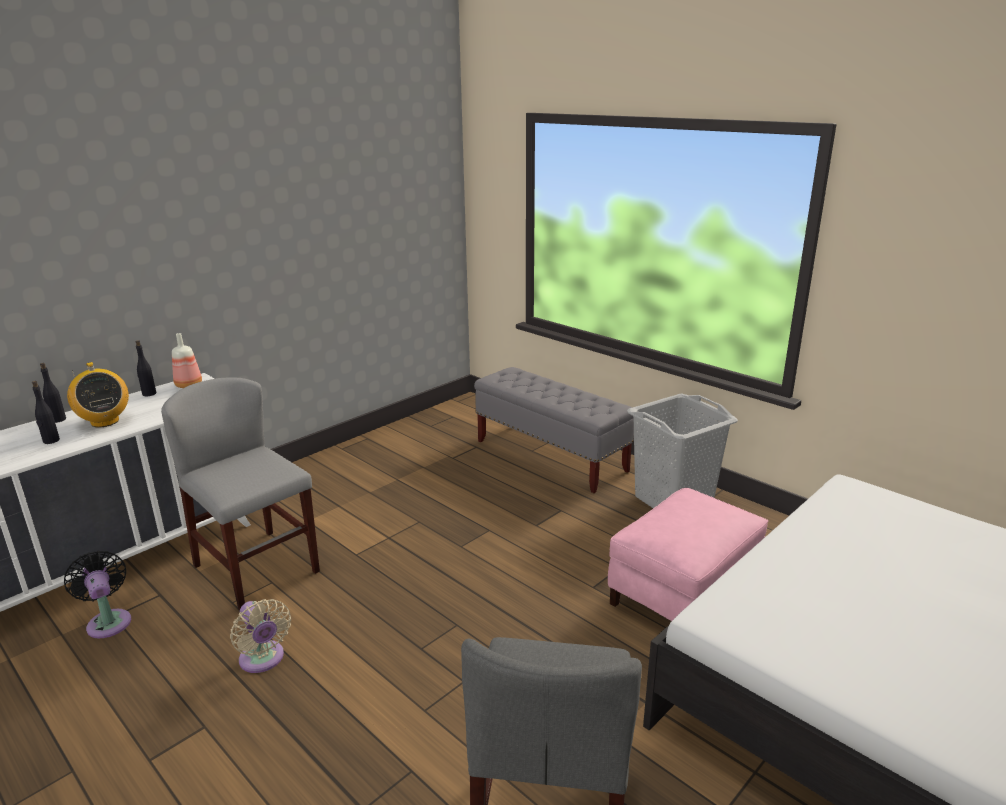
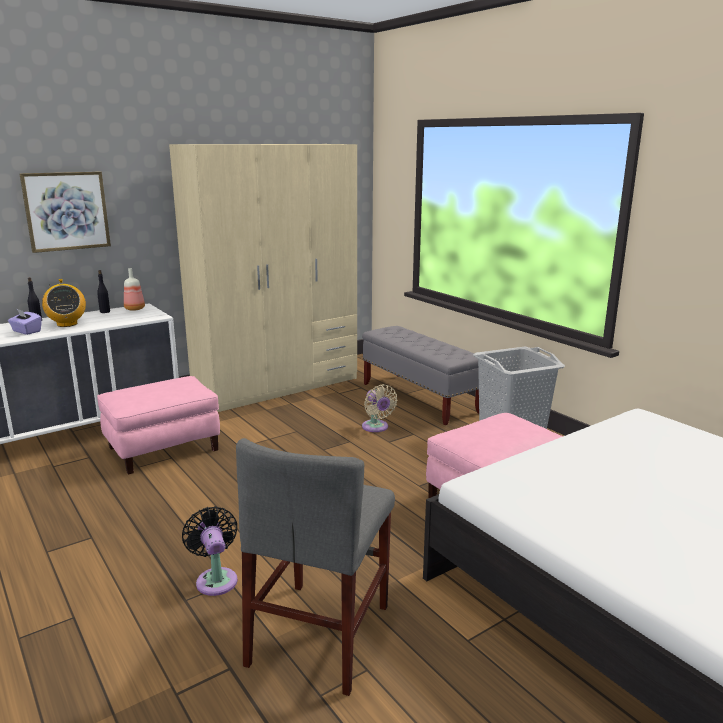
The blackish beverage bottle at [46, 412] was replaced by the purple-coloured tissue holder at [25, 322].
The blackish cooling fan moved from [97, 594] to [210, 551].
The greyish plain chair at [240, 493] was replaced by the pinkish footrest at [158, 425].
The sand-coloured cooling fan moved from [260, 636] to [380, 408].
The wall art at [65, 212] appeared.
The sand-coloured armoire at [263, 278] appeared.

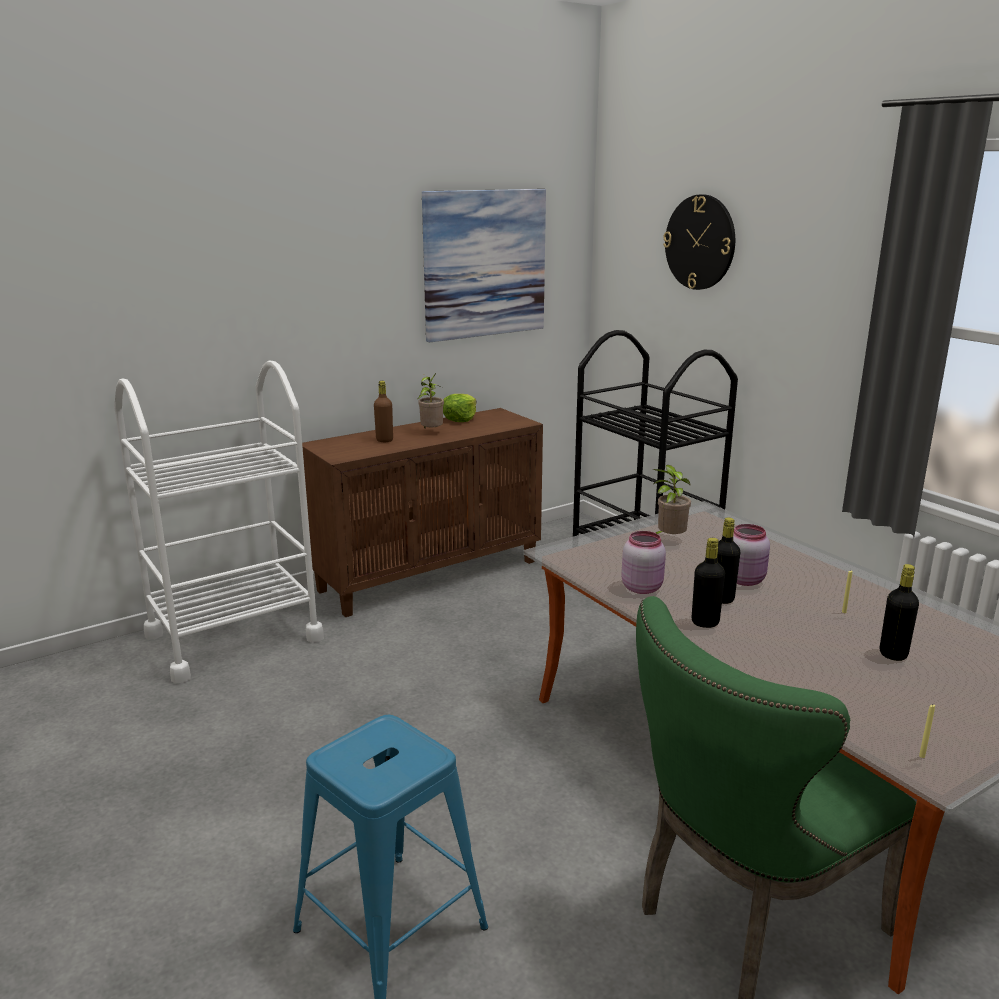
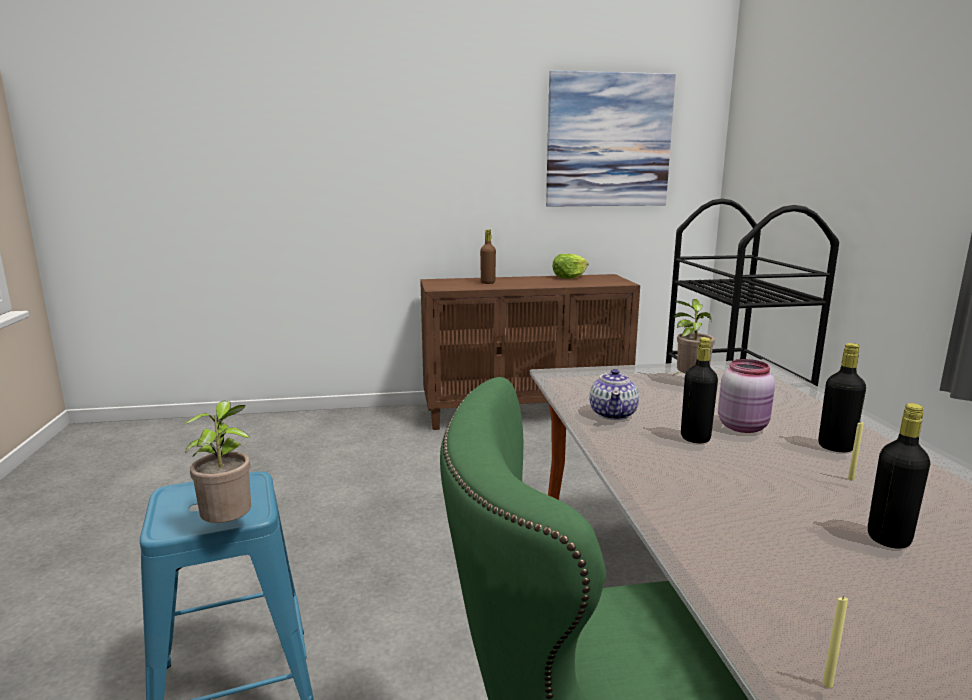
The whitish wheeled cart at [219, 522] disappeared.
The potted plant moved from [431, 400] to [217, 462].
The pinkish preserve jar at [643, 562] was replaced by the teapot at [614, 394].
The wall clock at [699, 242] disappeared.
The blackish beverage bottle moved from [708, 583] to [842, 397].

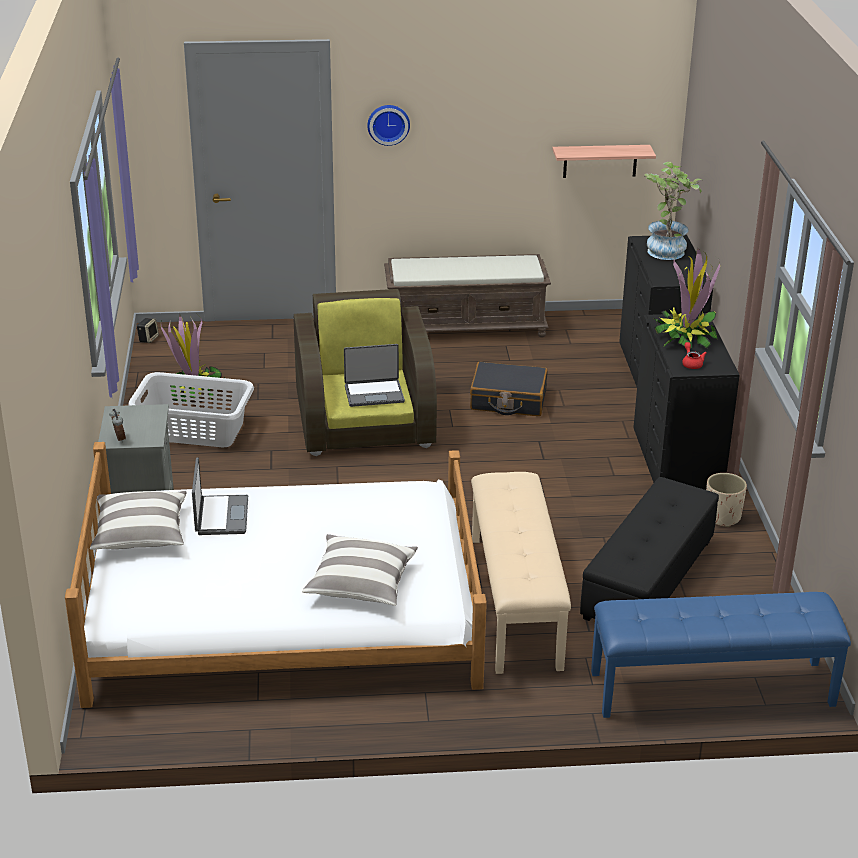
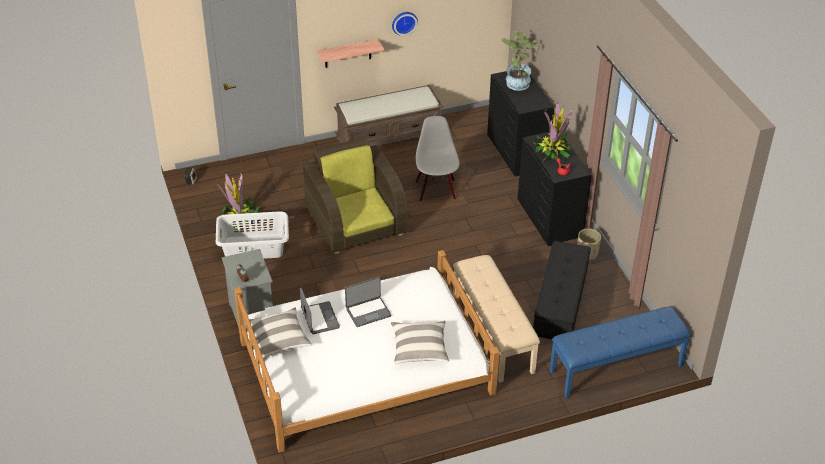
The laptop moved from [374, 375] to [368, 301].
The wall clock moved from [388, 125] to [405, 24].
The blackish travel case at [509, 389] was replaced by the greyish plain chair at [437, 159].
The wall shelf moved from [604, 161] to [350, 53].

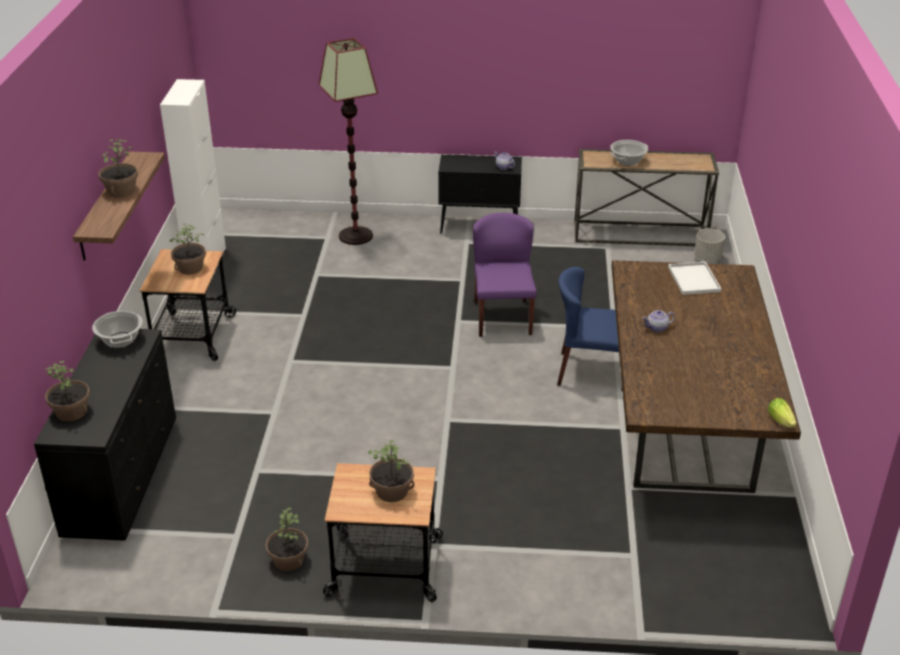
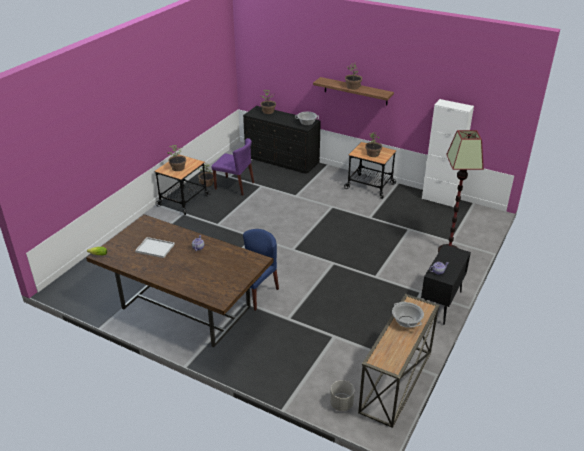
The purple-coloured plain chair moved from [505, 275] to [233, 167].
The whitish carrying tray moved from [694, 278] to [155, 247].

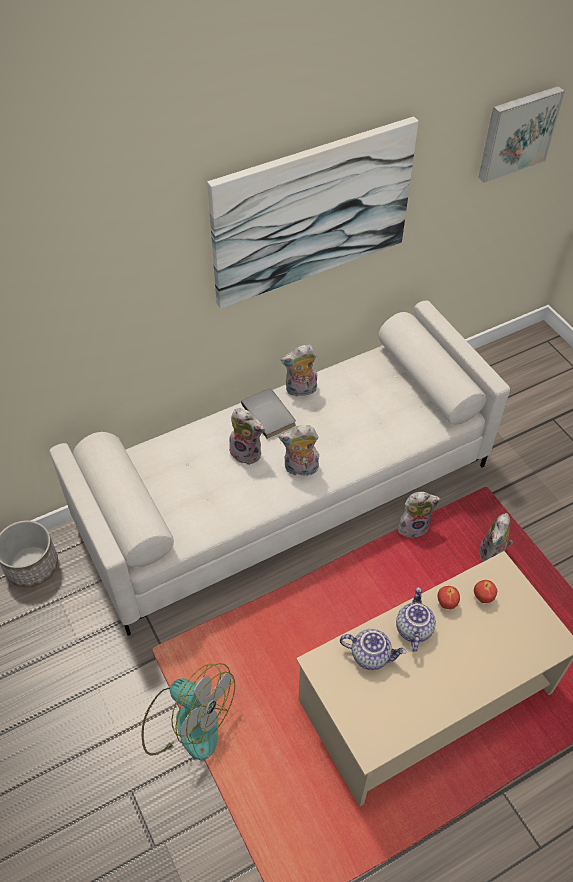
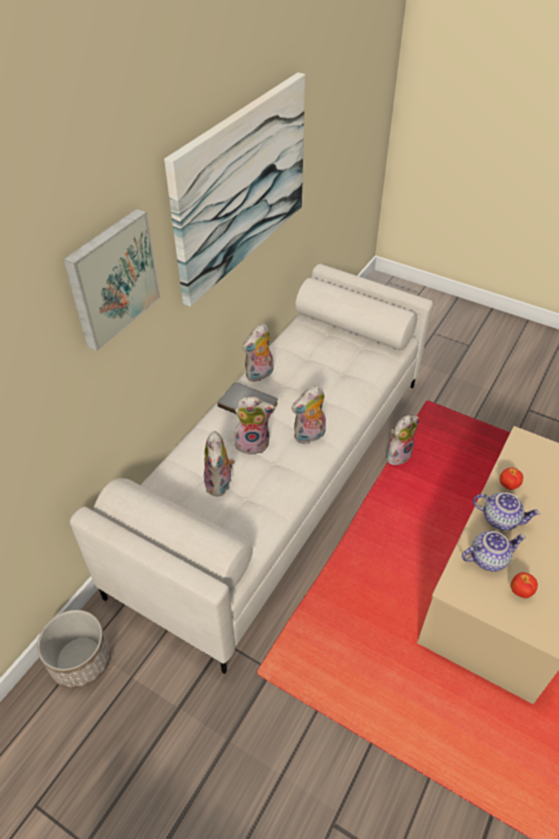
The cooling fan at [188, 711] disappeared.
The teapot at [416, 619] turned 135 degrees clockwise.
The apple fruit moved from [485, 591] to [524, 585].
The wall art moved from [521, 134] to [111, 280].
The soft toy moved from [496, 537] to [219, 463].

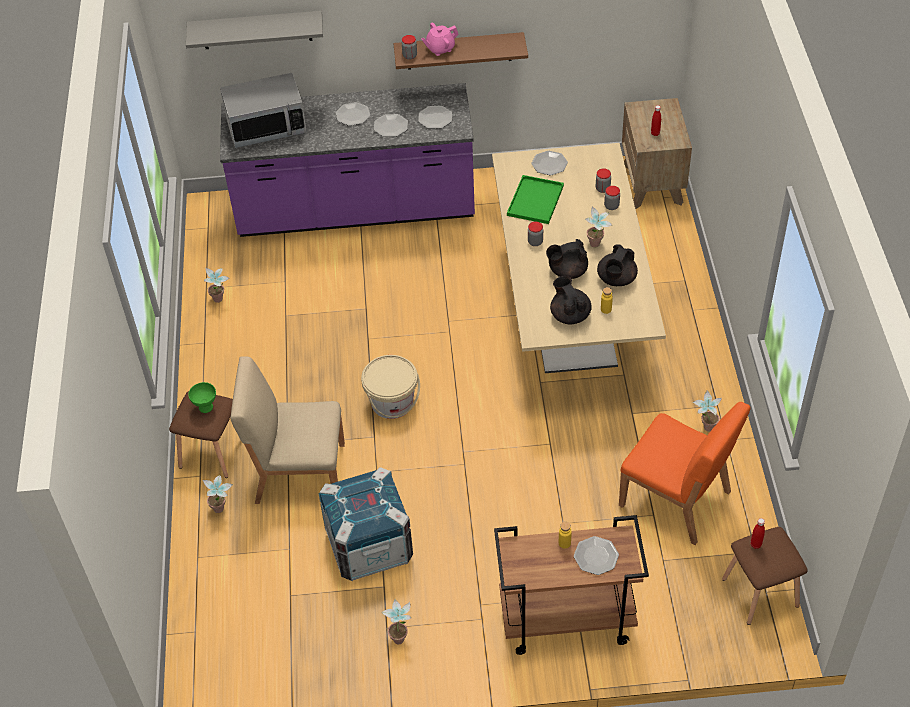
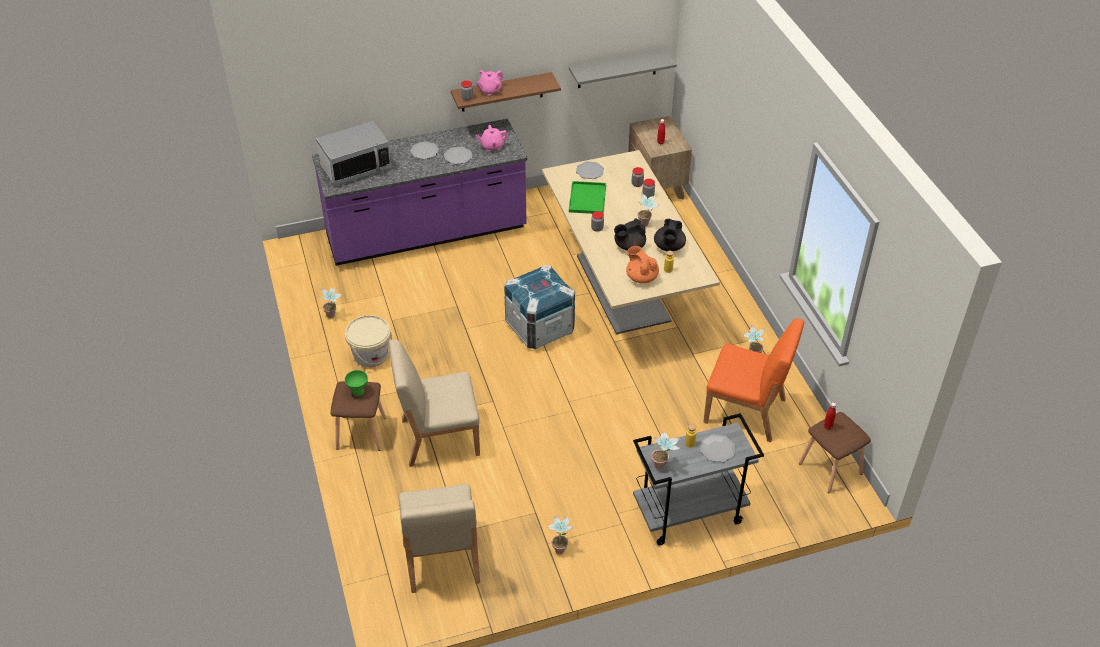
The greyish wall shelf moved from [254, 30] to [623, 68].
The potted plant moved from [218, 494] to [665, 451].
The shipping crate moved from [366, 524] to [539, 307].
The sand-coloured bucket moved from [390, 387] to [369, 341].
The flat dish at [435, 117] was replaced by the pinkish teapot at [492, 138].
The brown-coloured wheeled cart at [571, 585] became the greyish wheeled cart at [698, 479].
The blackish teapot at [571, 300] became the orange-coloured teapot at [642, 264].
The sand-coloured plain chair at [439, 538] appeared.

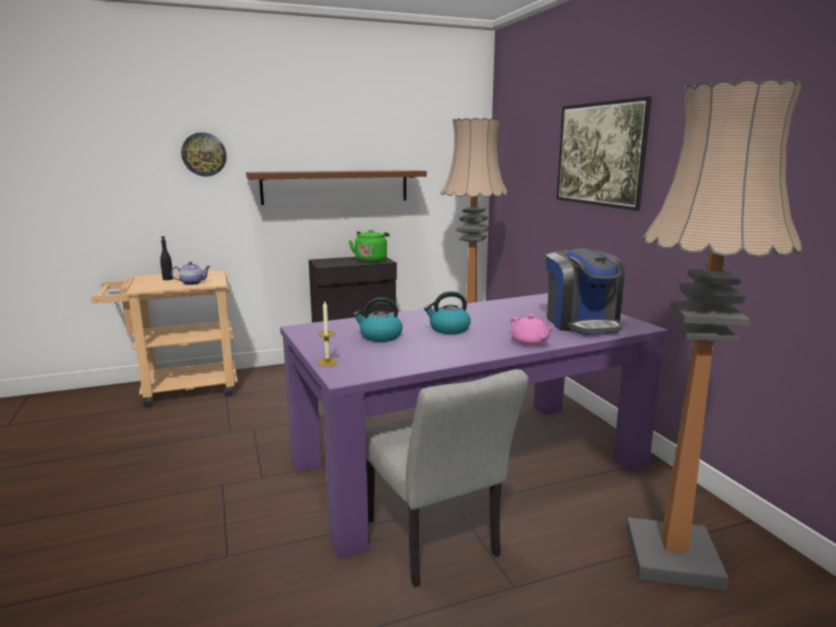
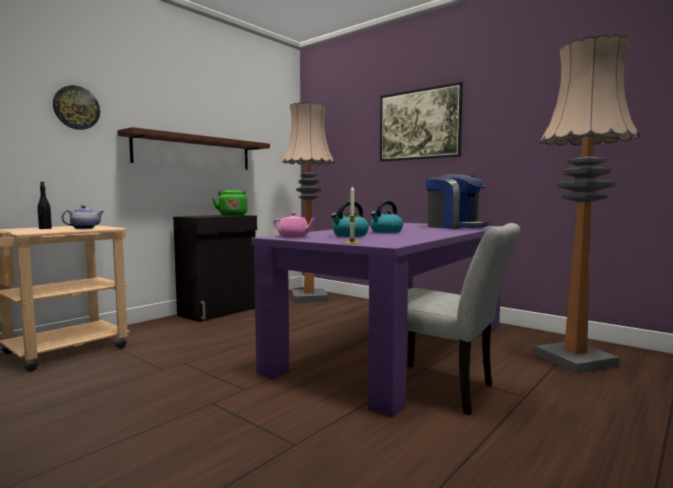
The pinkish teapot moved from [532, 330] to [295, 224].

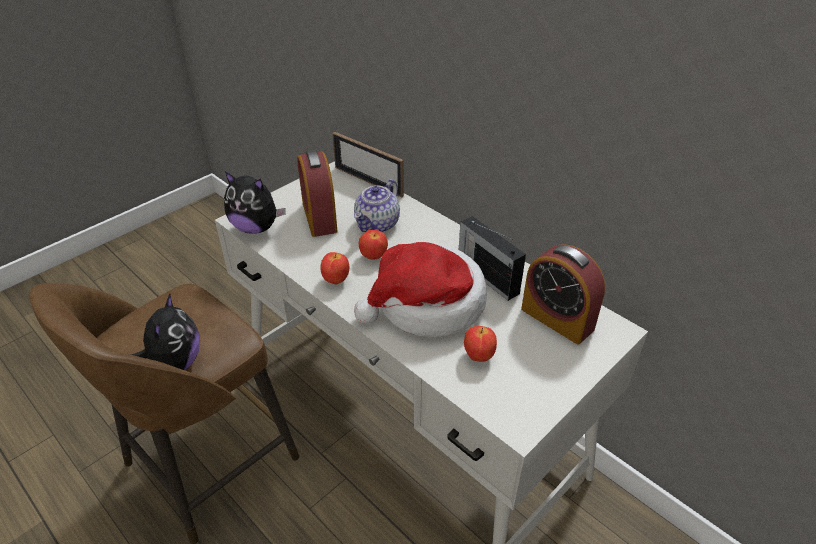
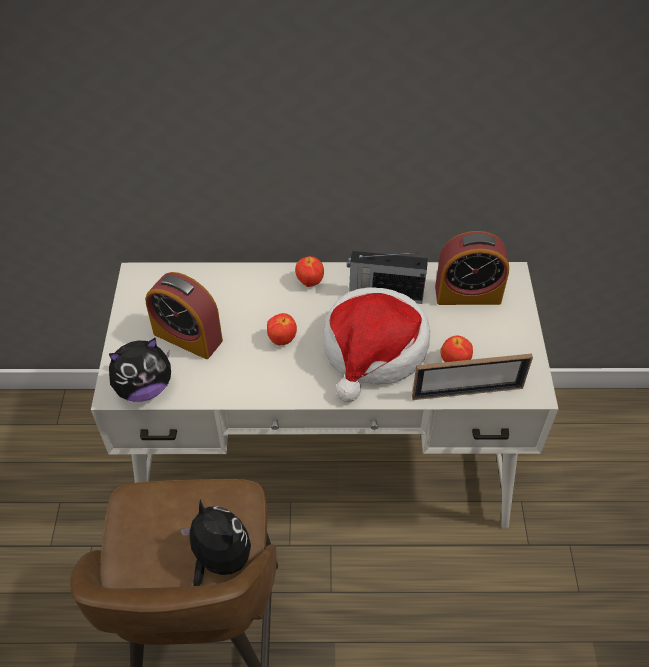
The apple fruit moved from [335, 268] to [309, 271].
The photo frame moved from [368, 165] to [472, 377].
The teapot at [377, 205] disappeared.

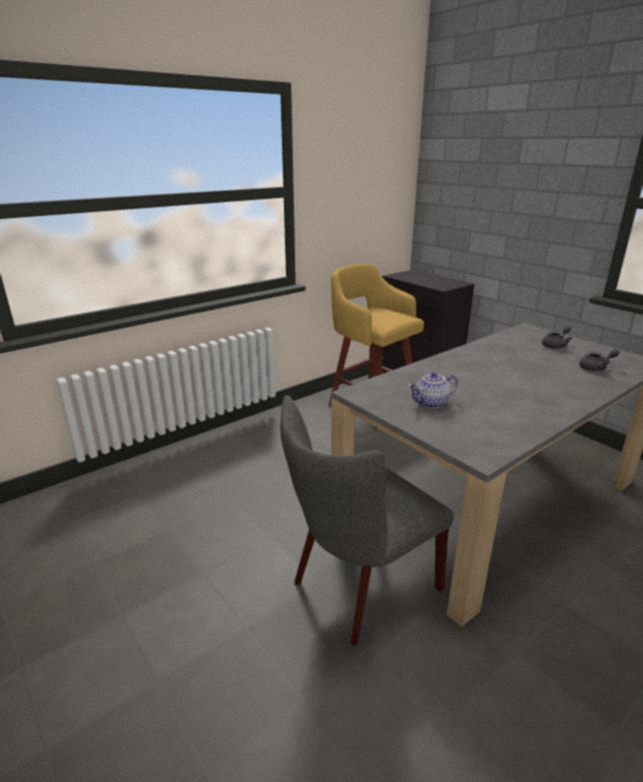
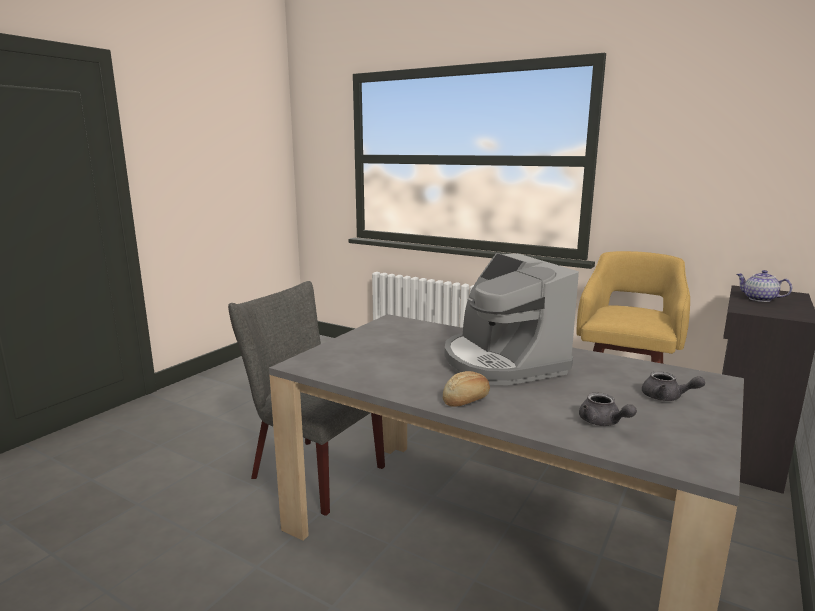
The teapot moved from [433, 390] to [764, 286].
The bread at [466, 389] appeared.
The coffee brewer at [512, 319] appeared.

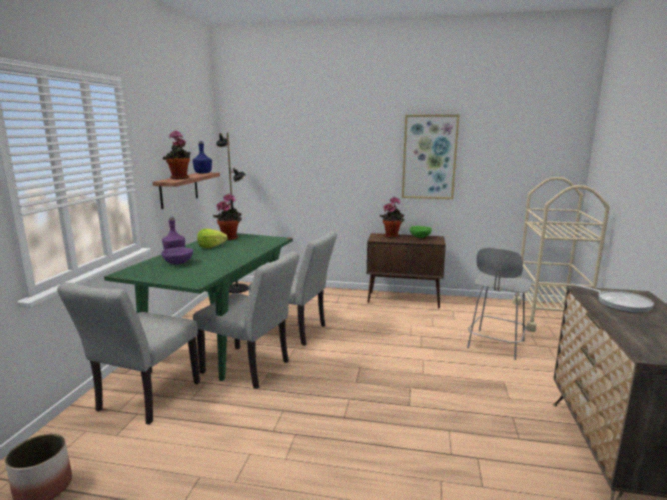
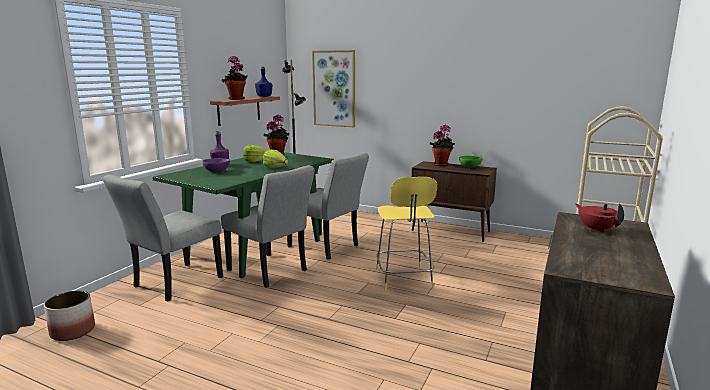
The wall art moved from [431, 156] to [333, 88].
The greyish sitting stool at [499, 304] disappeared.
The pan at [614, 298] was replaced by the reddish teapot at [600, 218].
The lettuce at [275, 158] appeared.
The yellow-coloured sitting stool at [406, 233] appeared.

